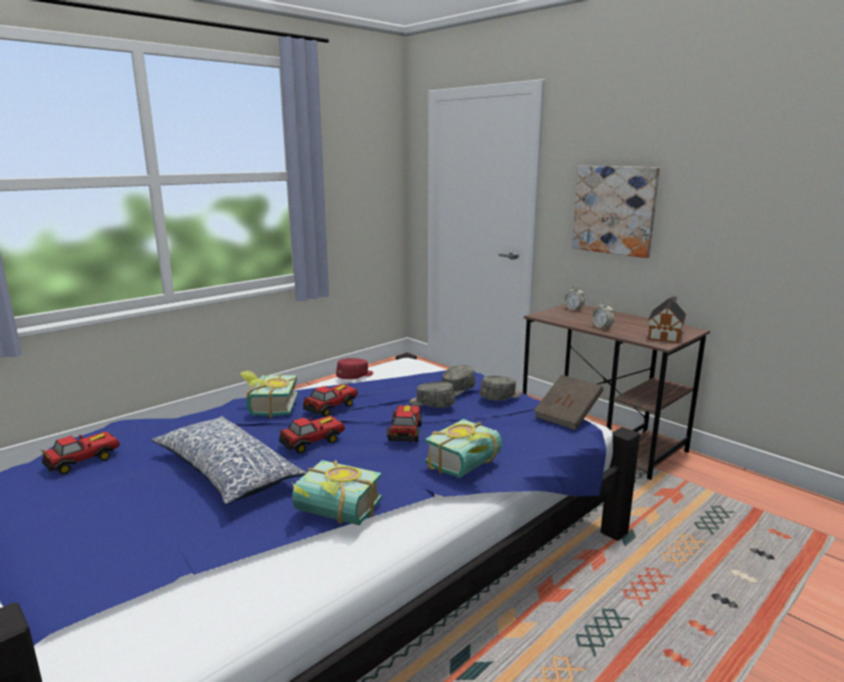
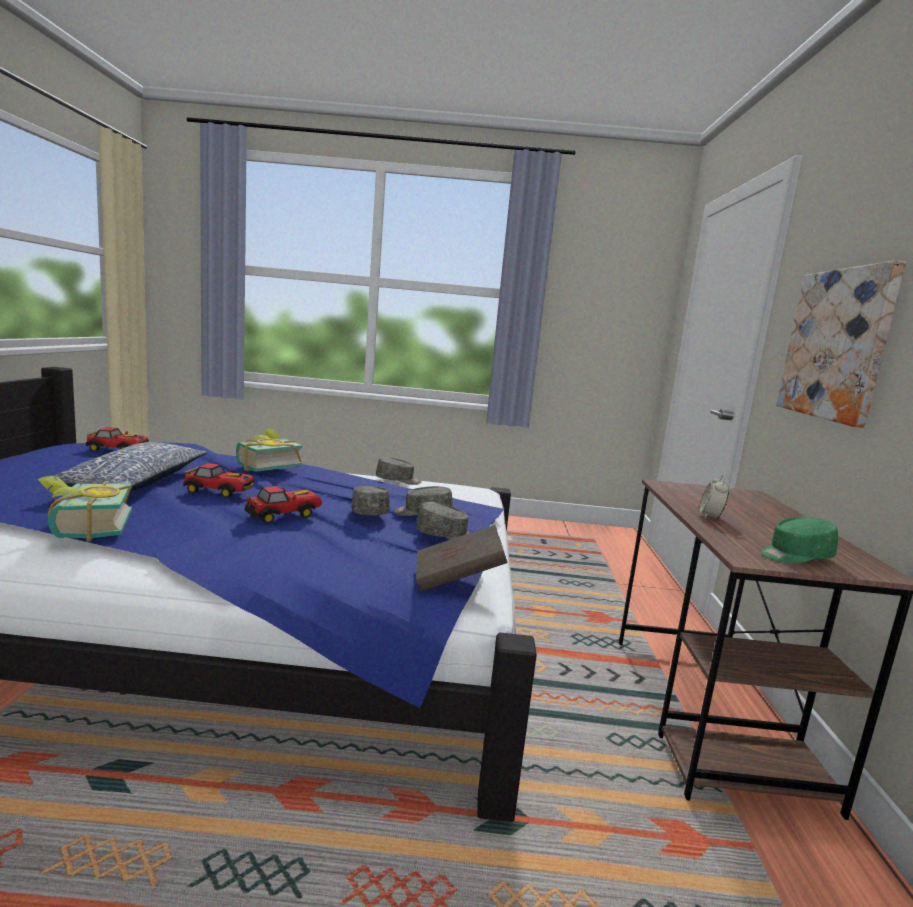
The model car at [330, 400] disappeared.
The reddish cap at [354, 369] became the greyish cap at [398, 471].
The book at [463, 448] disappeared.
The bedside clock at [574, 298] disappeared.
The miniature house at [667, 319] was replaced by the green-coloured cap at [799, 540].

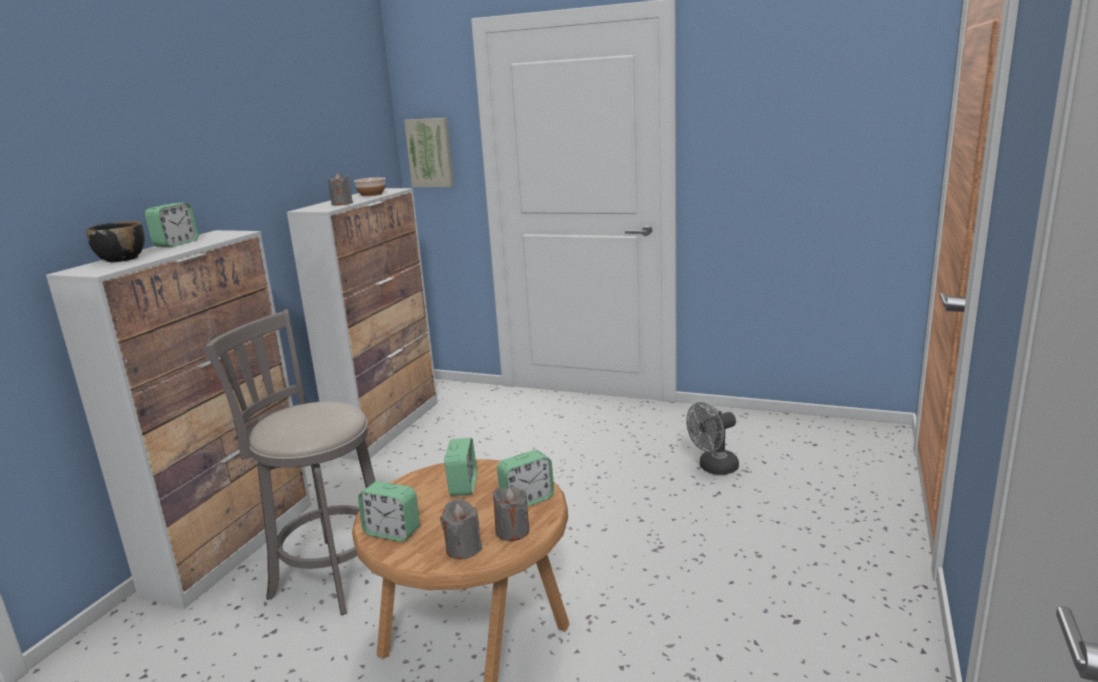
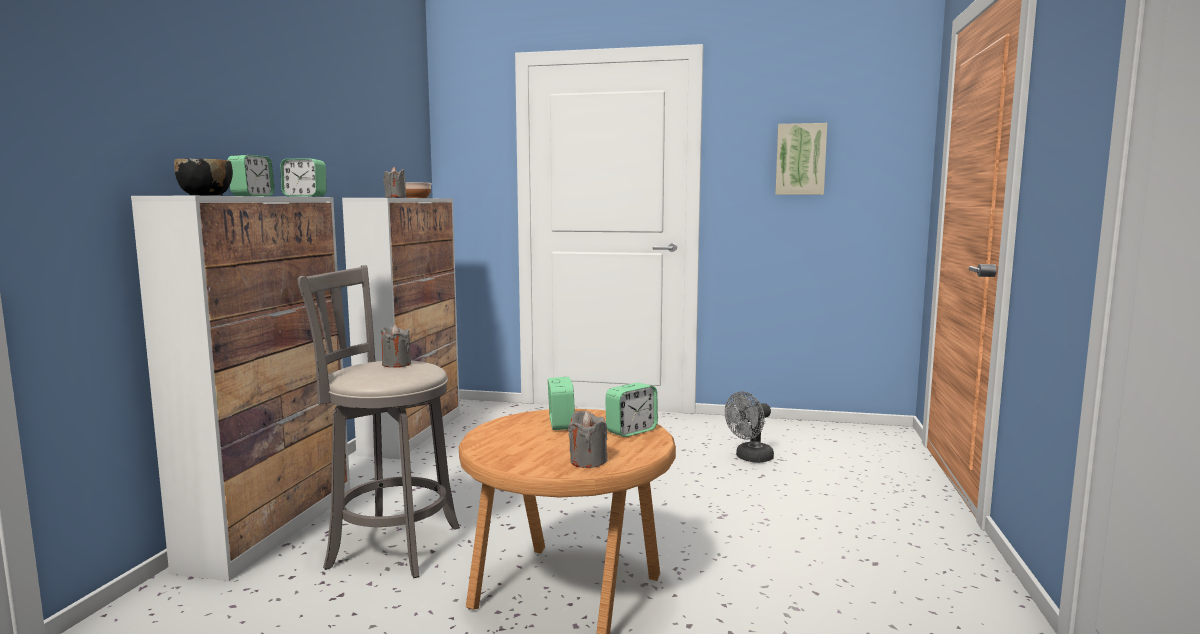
The bedside clock moved from [389, 511] to [303, 177].
The wall art moved from [429, 152] to [801, 159].
The greyish wax candle moved from [511, 513] to [396, 346].

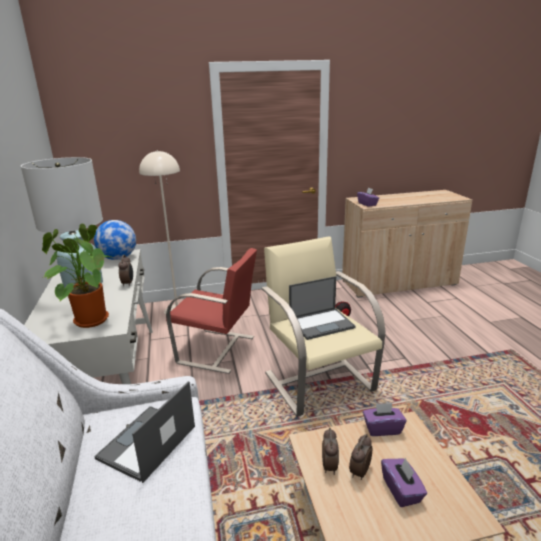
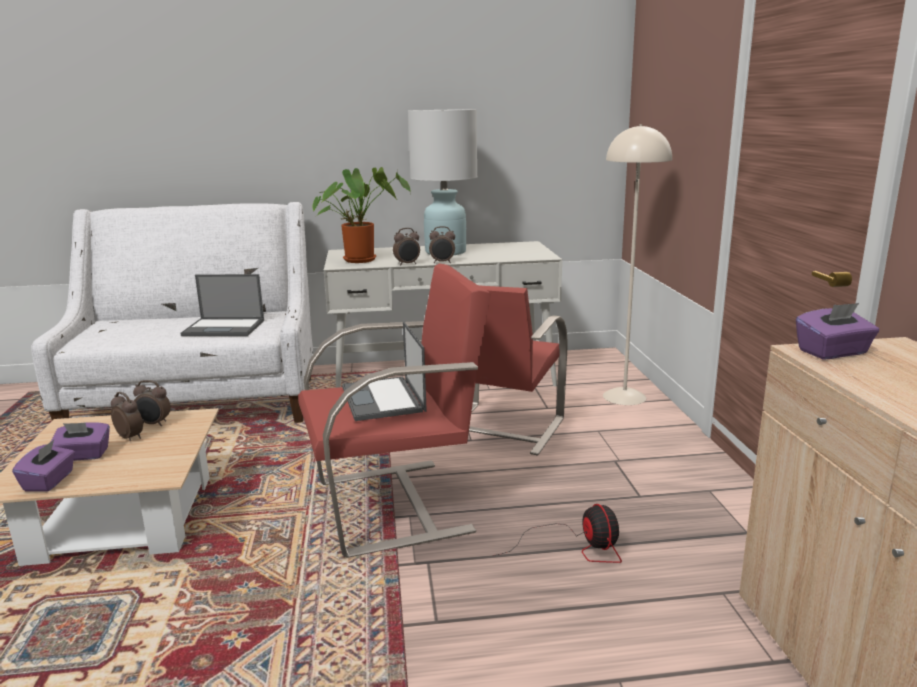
The world globe at [115, 240] disappeared.
The laptop at [144, 432] turned 150 degrees clockwise.
The sand-coloured easy chair at [323, 327] became the reddish easy chair at [394, 410].
The purple-coloured tissue holder moved from [384, 419] to [43, 465].
The bedside clock at [406, 247] appeared.

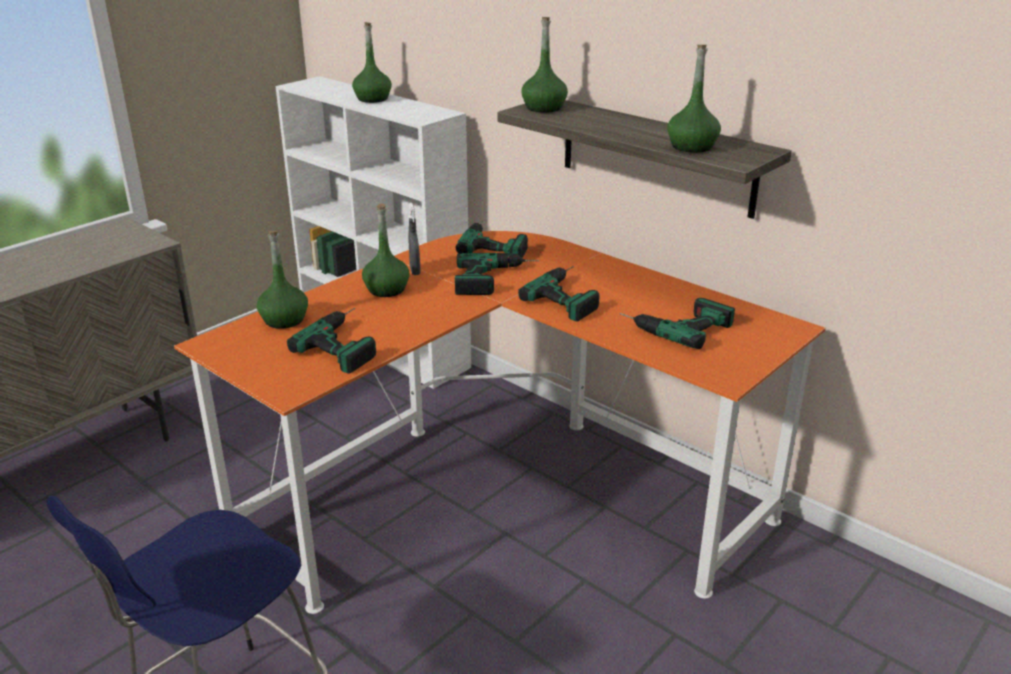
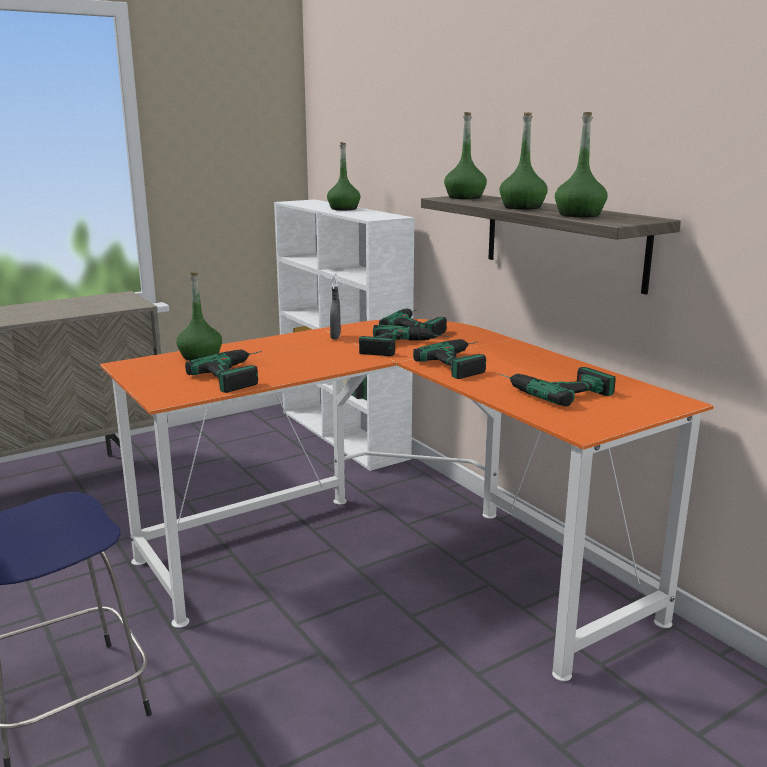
The green-coloured beverage bottle moved from [386, 250] to [524, 161].

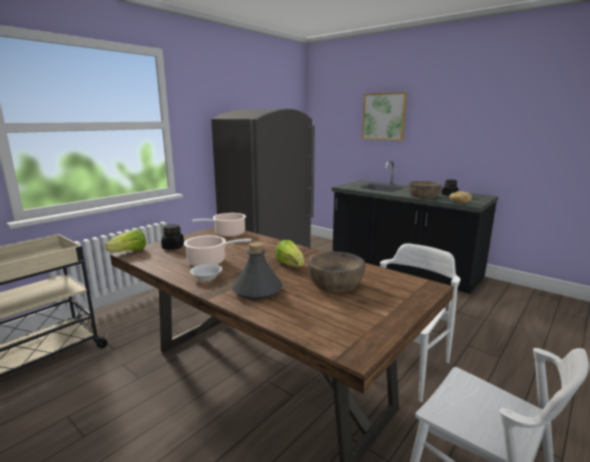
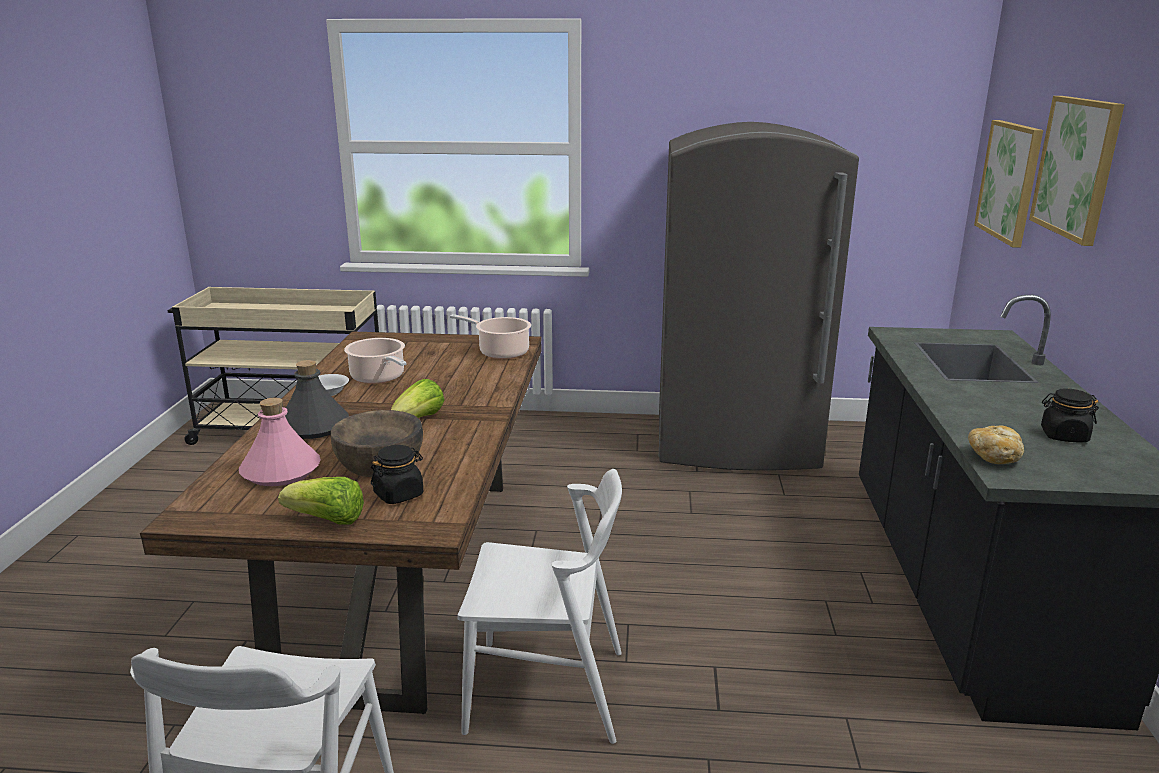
The lettuce moved from [126, 240] to [321, 501].
The blackish preserve jar moved from [172, 236] to [397, 474].
The brown-coloured bowl at [425, 190] disappeared.
The pinkish beverage bottle at [280, 442] appeared.
The wall art at [1008, 184] appeared.

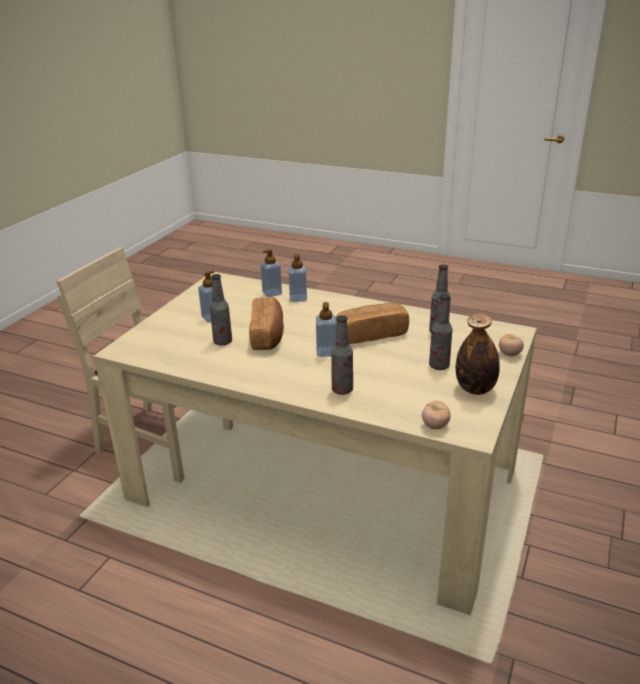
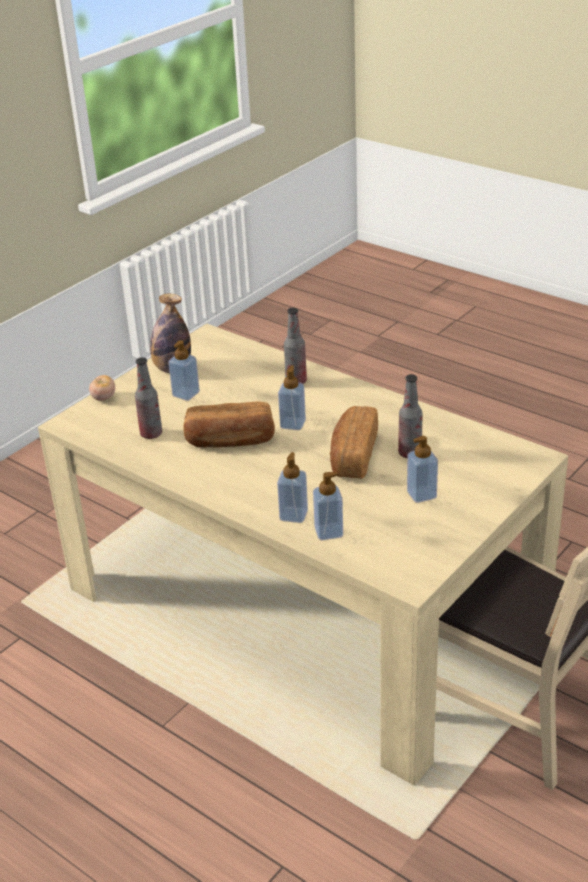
The whole tomato at [436, 415] disappeared.
The beverage bottle at [441, 332] was replaced by the soap dispenser at [184, 370].

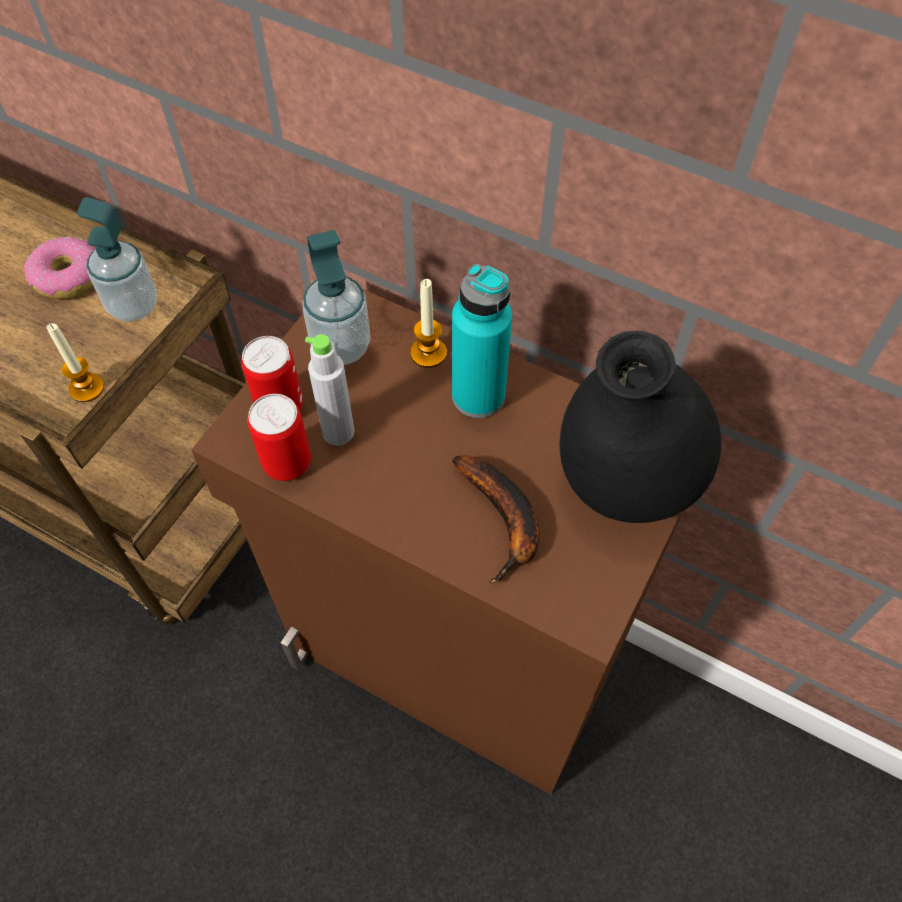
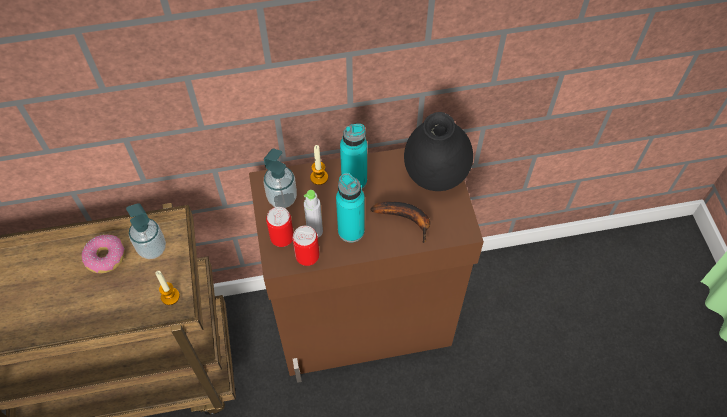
The blue-green beverage bottle at [350, 207] appeared.

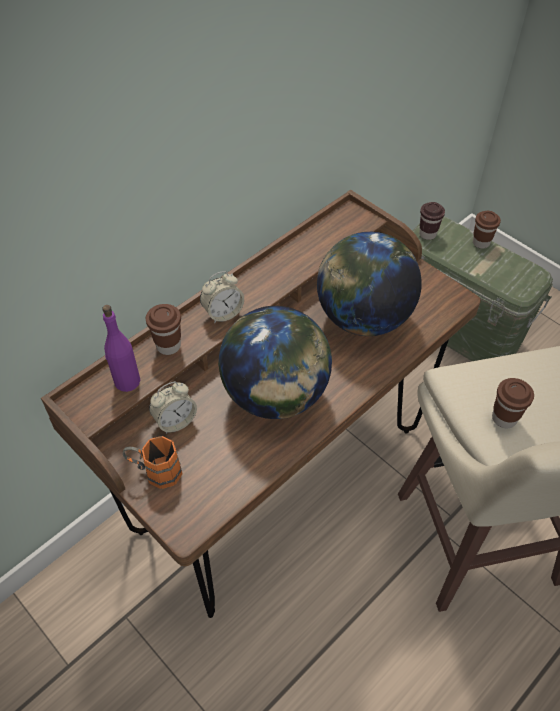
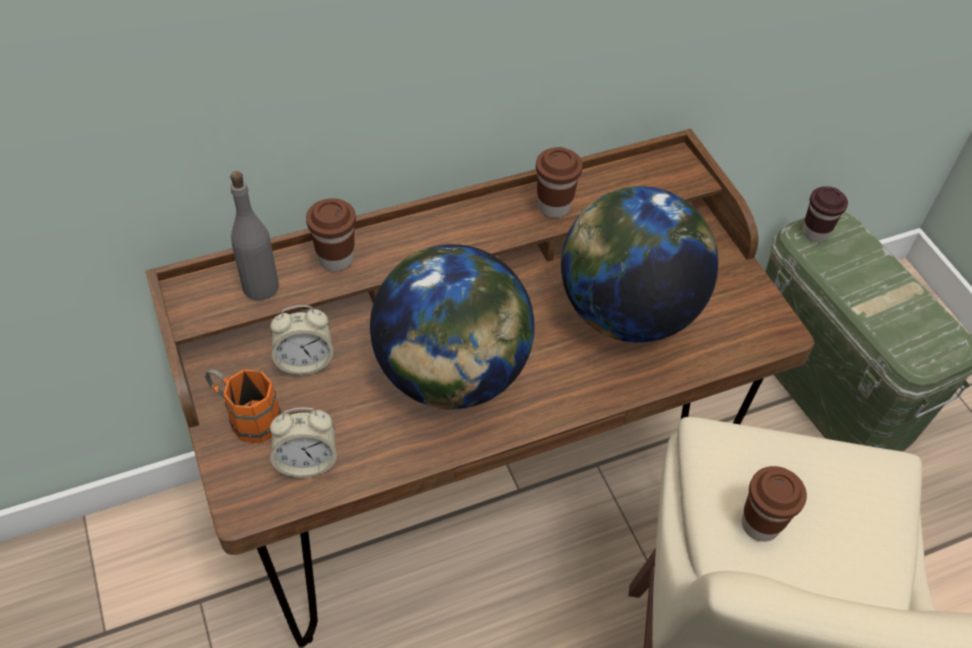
The purple-coloured beverage bottle at [121, 348] became the greyish beverage bottle at [254, 236].
The bedside clock moved from [222, 297] to [303, 443].
The brown-coloured small cup moved from [487, 230] to [559, 182].

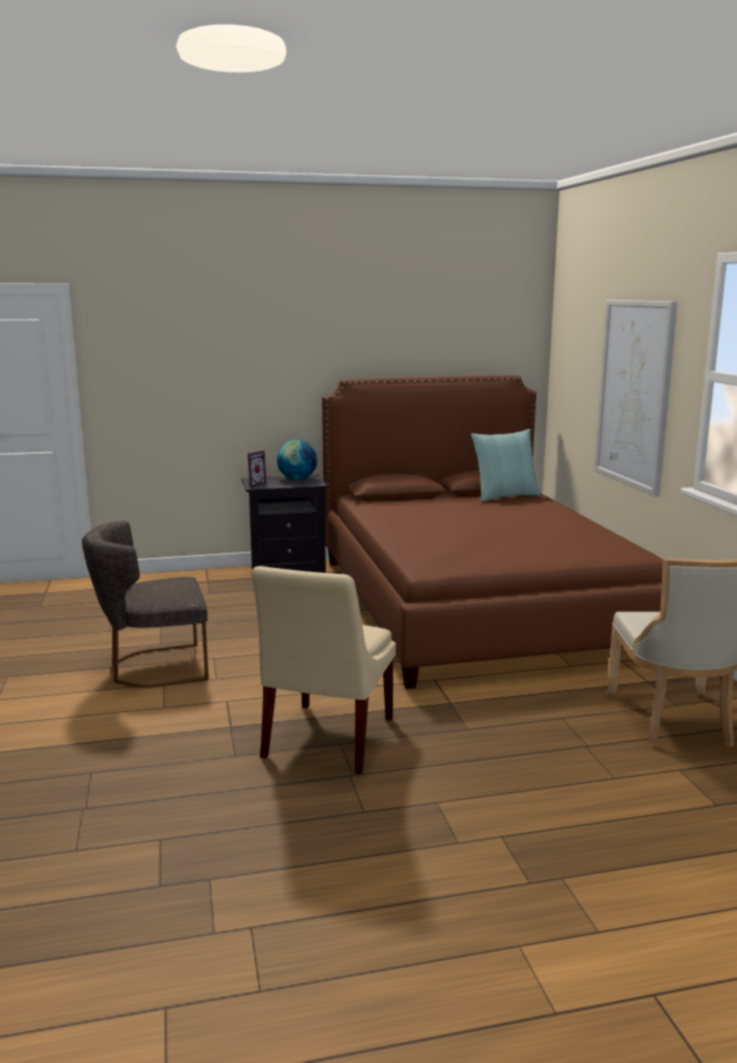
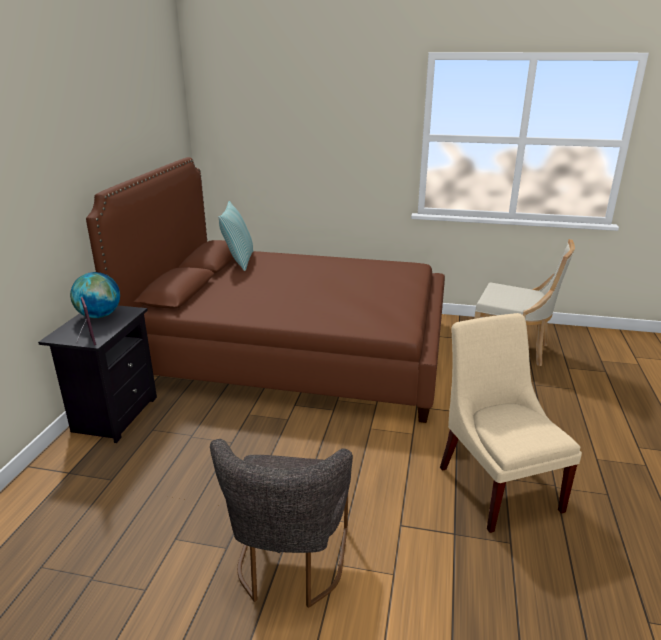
The sand-coloured plain chair at [323, 670] turned 150 degrees counterclockwise.
The wall art at [636, 398] disappeared.

